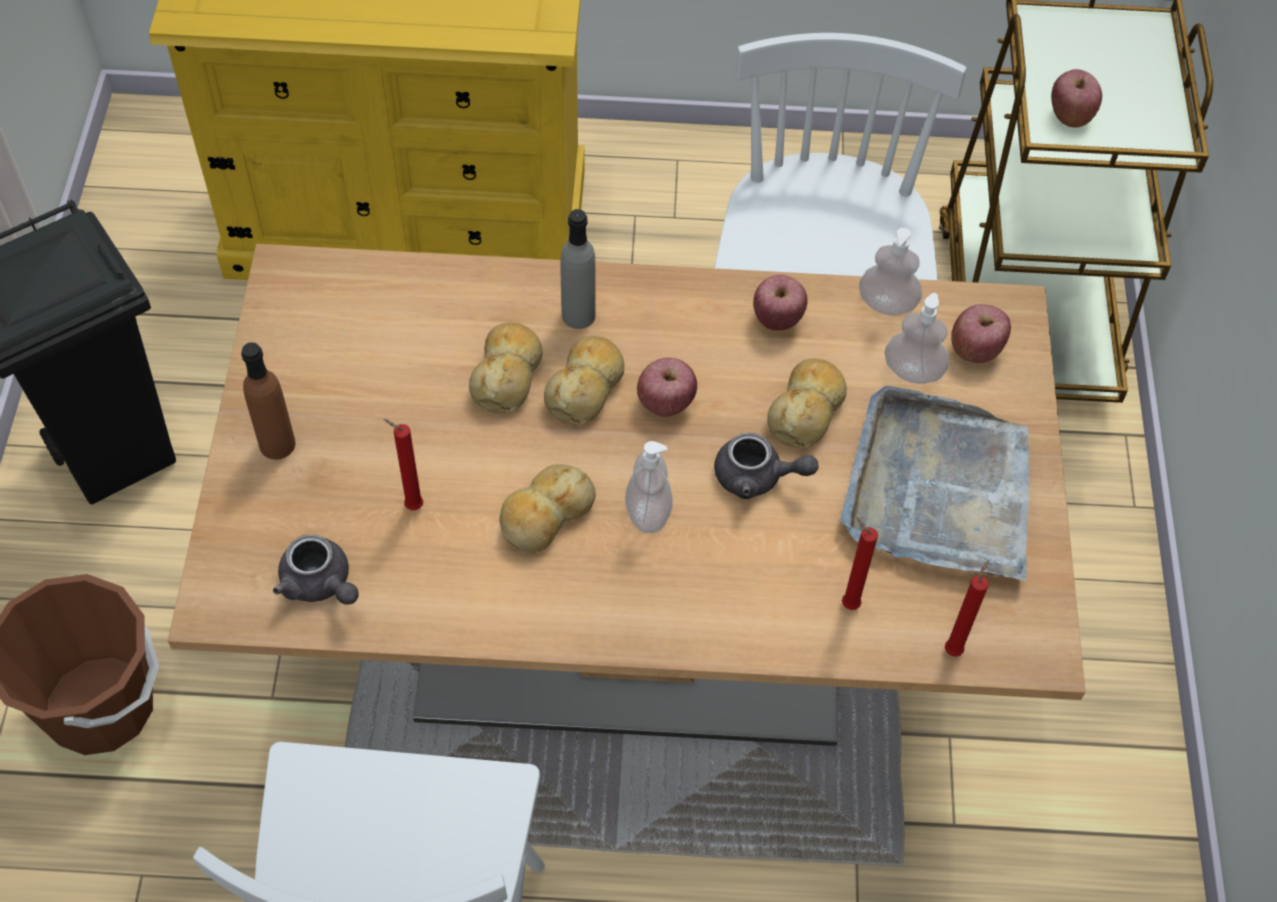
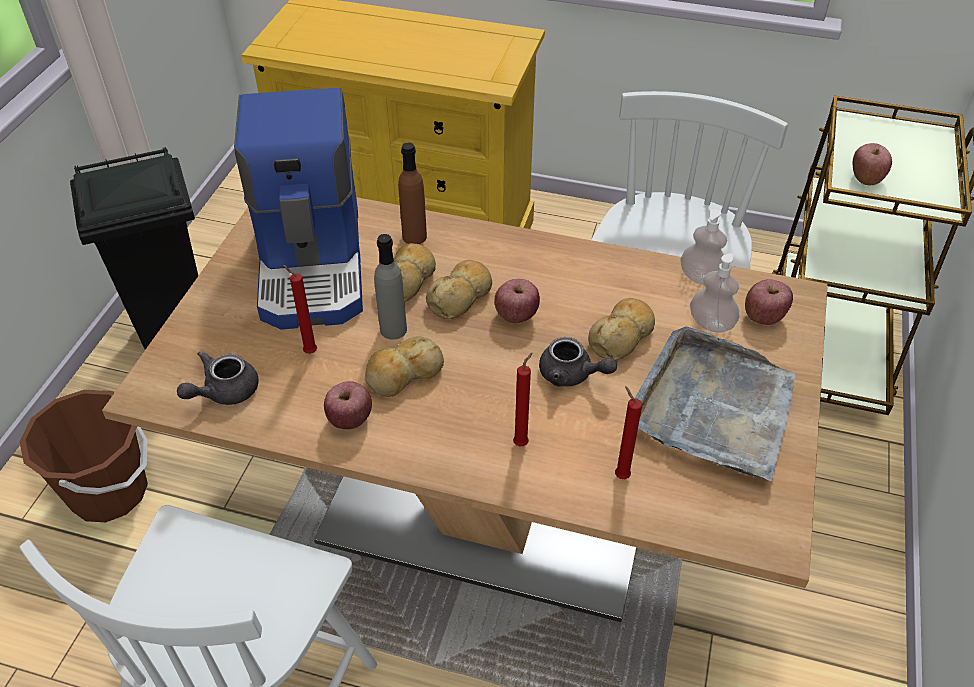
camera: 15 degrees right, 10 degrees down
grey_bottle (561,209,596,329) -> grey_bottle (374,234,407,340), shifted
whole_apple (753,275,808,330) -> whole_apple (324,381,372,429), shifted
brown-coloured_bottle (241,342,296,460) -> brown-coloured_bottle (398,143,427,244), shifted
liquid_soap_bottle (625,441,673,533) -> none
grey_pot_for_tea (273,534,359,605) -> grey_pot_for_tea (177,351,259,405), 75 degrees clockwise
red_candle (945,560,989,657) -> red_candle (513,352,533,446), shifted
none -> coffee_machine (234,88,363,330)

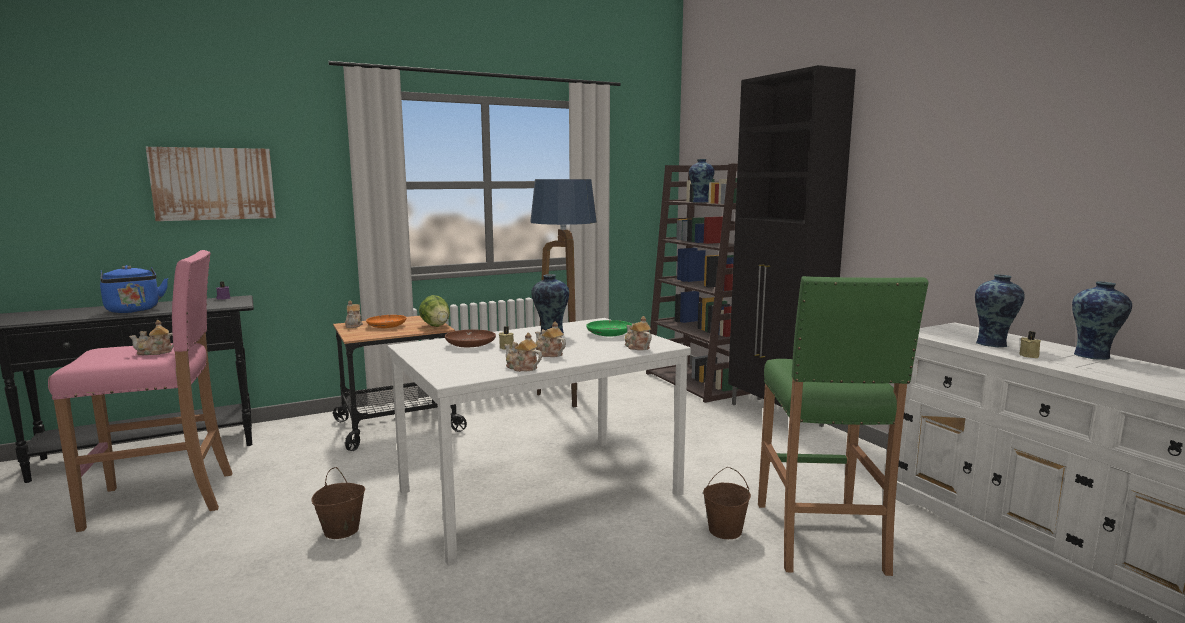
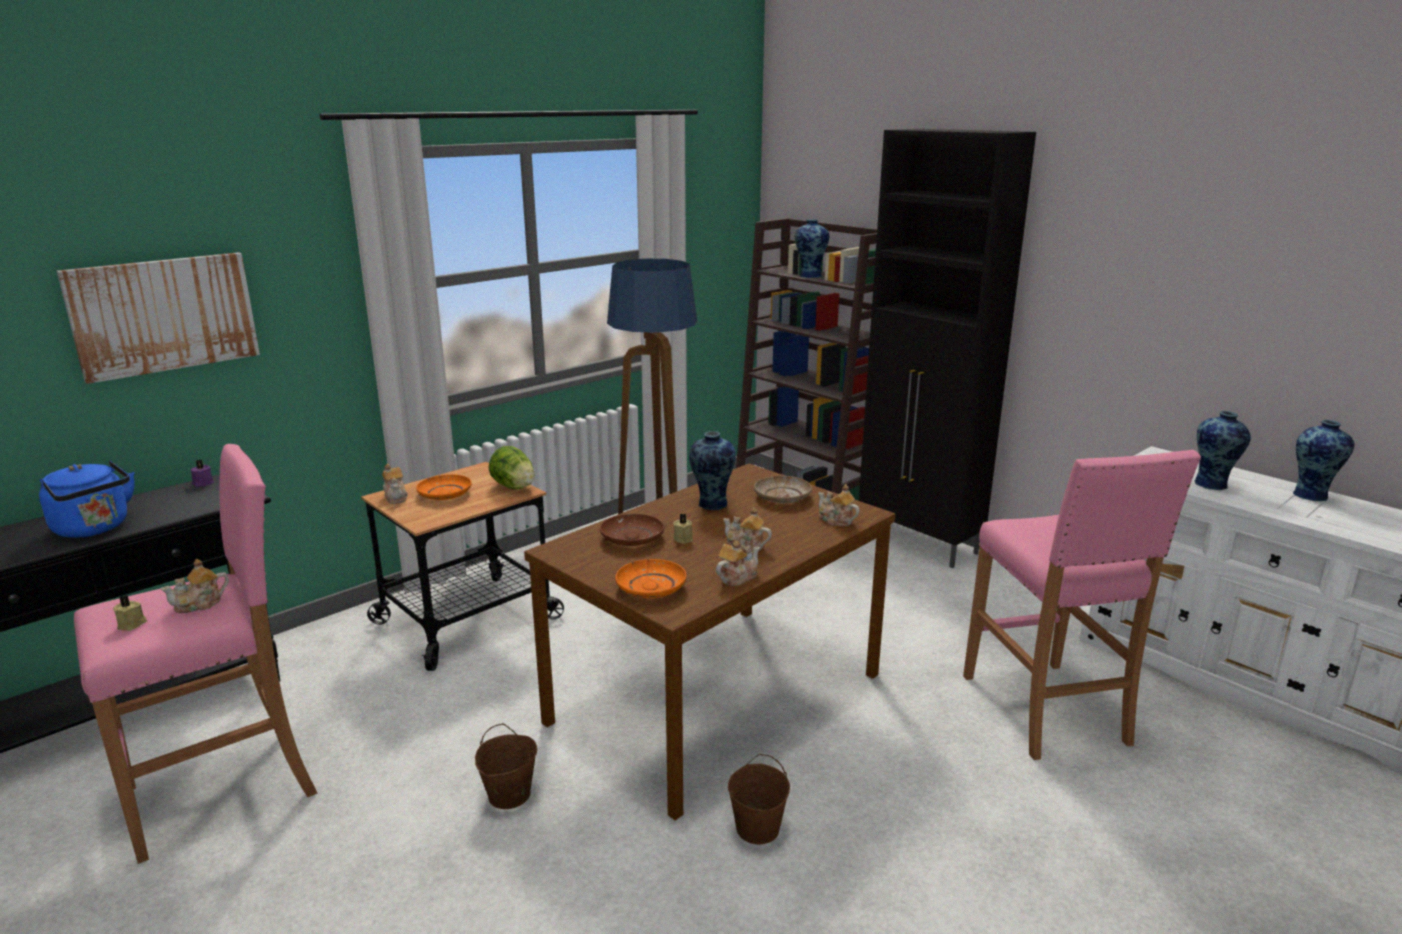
camera: 15 degrees left, 10 degrees up
greenish_sitting_stool (758,276,928,576) -> pinkish_sitting_stool (963,450,1201,760)
whitish_dining_table (388,318,691,566) -> brown-coloured_dining_table (524,463,895,820)
greenish_dinner_plate (586,320,632,336) -> beige_dinner_plate (754,476,812,503)
beige_candle (1019,331,1041,358) -> beige_candle (113,595,147,631), shifted
pot_for_tea (504,333,542,372) -> pot_for_tea (716,541,760,586), 120 degrees clockwise
brown-coloured_bucket (703,467,751,539) -> brown-coloured_bucket (728,754,790,844), shifted
none -> orange_dinner_plate (615,559,686,598)

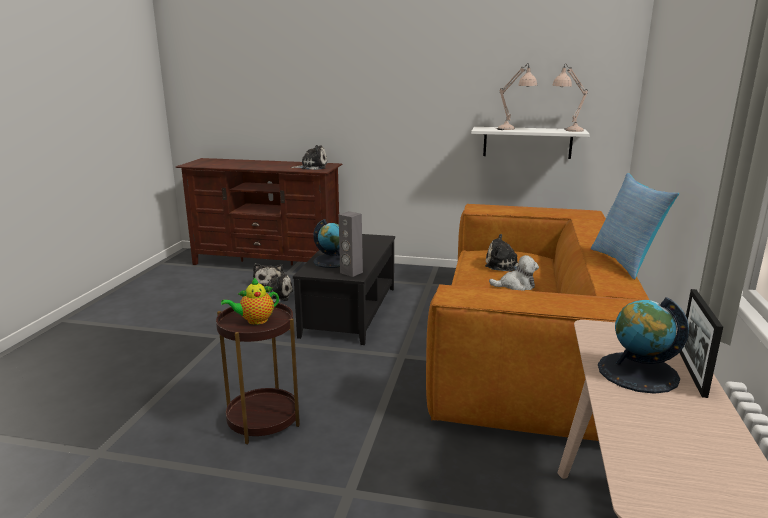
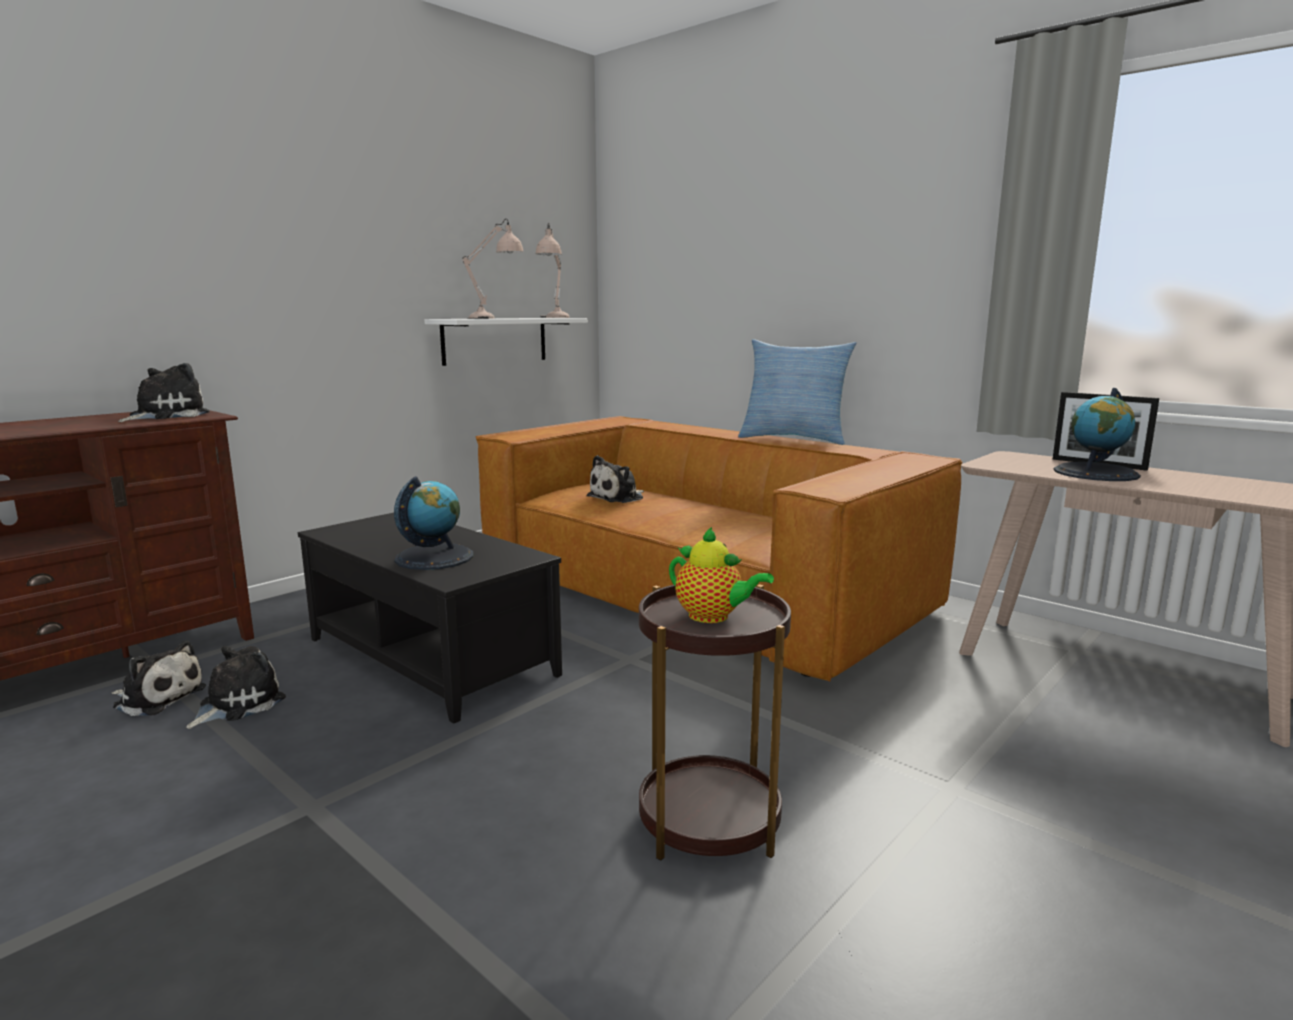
camera: 60 degrees left, 5 degrees down
grey_speaker (339,211,363,277) -> none
soft_toy (489,255,539,291) -> none
pot_for_tea (221,278,279,325) -> pot_for_tea (669,527,774,623), 60 degrees counterclockwise

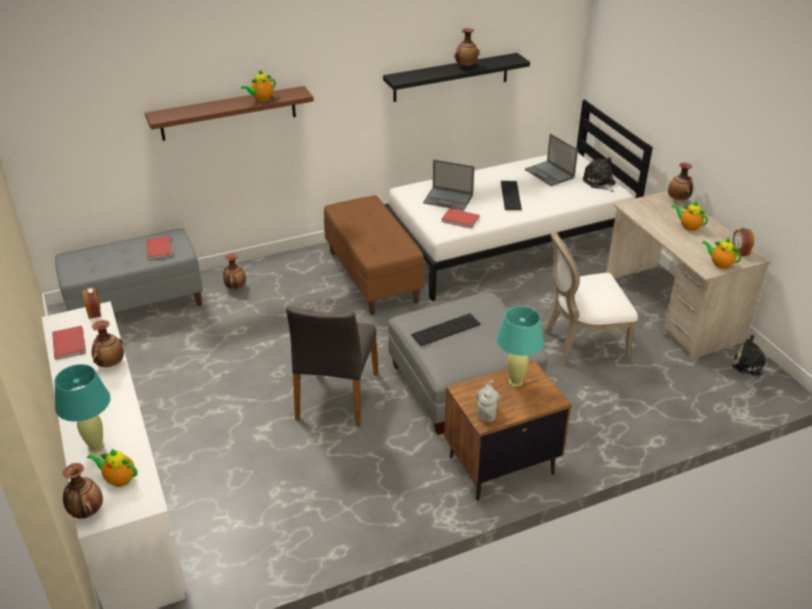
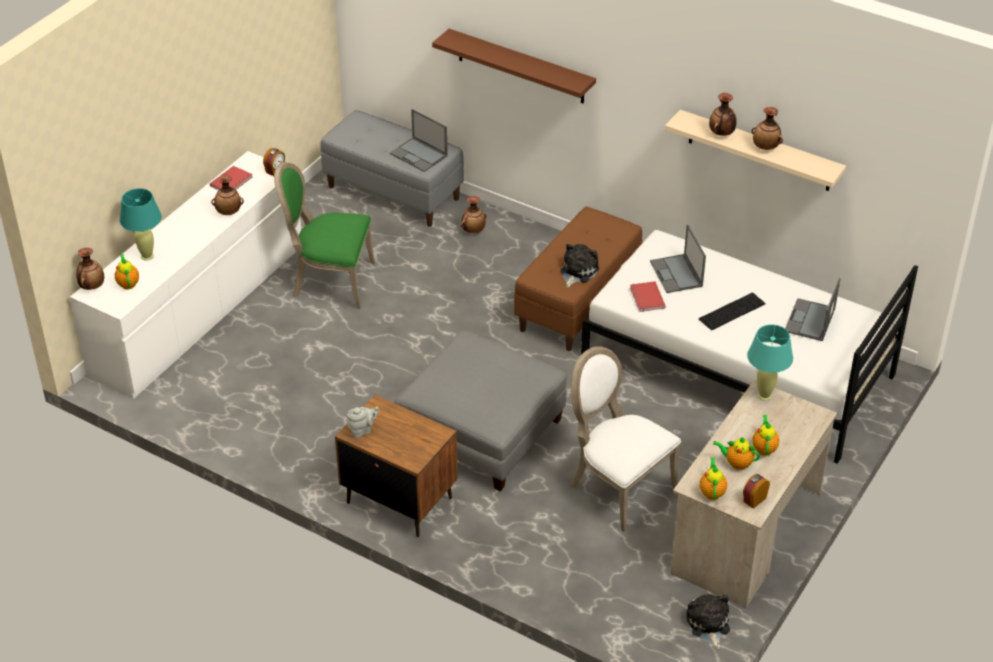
camera: 55 degrees right, 5 degrees up
black-coloured_bracket_shelf (383,53,530,102) -> beige_bracket_shelf (665,110,846,191)
pot_for_tea (241,70,276,101) -> pot_for_tea (713,437,760,470), shifted
soft_toy (583,157,616,192) -> soft_toy (560,244,599,287), shifted
vase (668,163,693,200) -> vase (709,93,737,136), shifted
red_book (147,236,172,260) -> portable_computer (390,109,448,172)
grey_plain_chair (286,306,378,427) -> none
blue-green_tabletop_lamp (497,306,544,387) -> blue-green_tabletop_lamp (747,324,793,401), shifted
keyboard (411,313,481,346) -> none
none -> greenish_plain_chair (274,162,375,309)

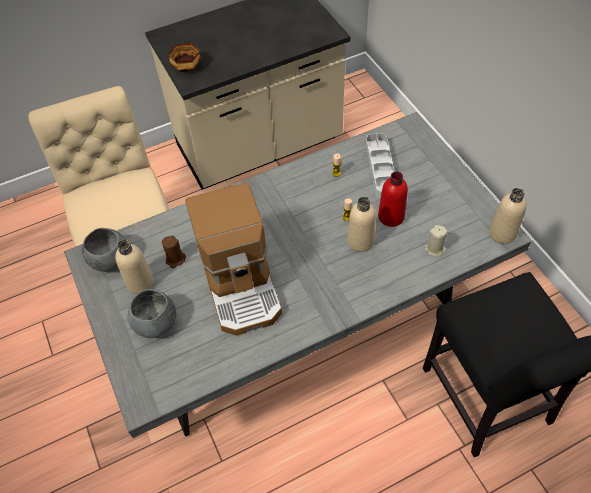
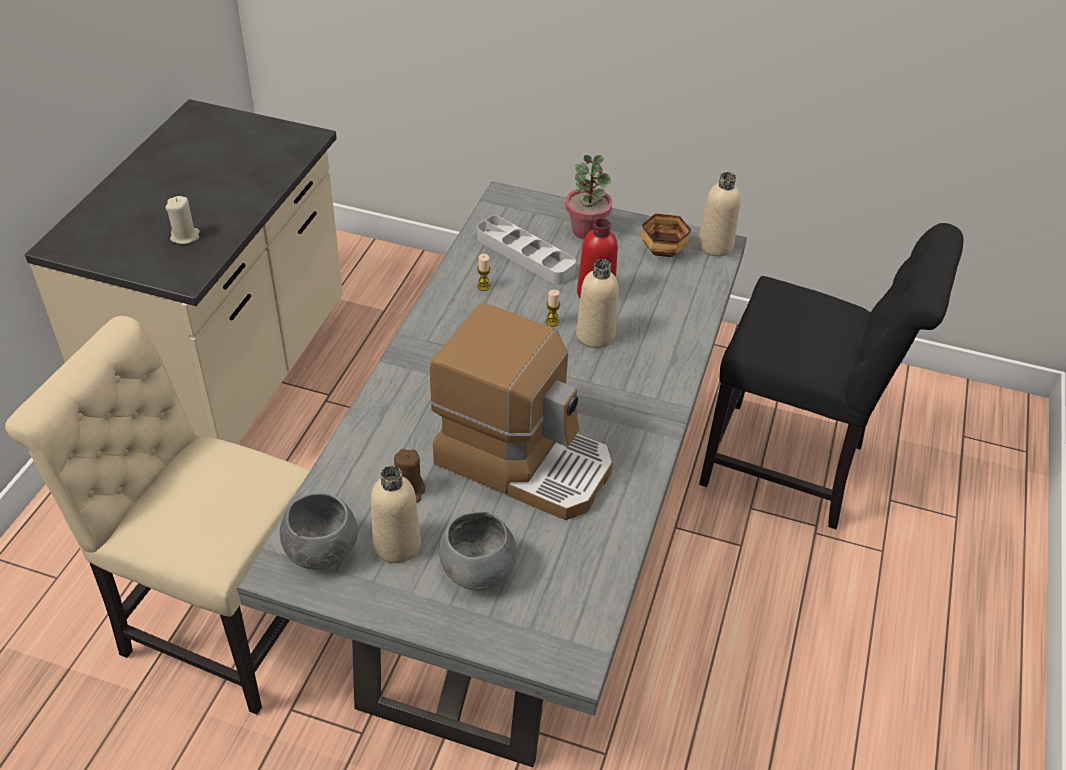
camera: 50 degrees left, 10 degrees down
bowl (168,43,201,72) -> bowl (640,213,691,257), shifted
beige_candle (424,225,448,257) -> beige_candle (165,196,200,244), shifted
none -> plant_in_a_pot (565,155,612,240)

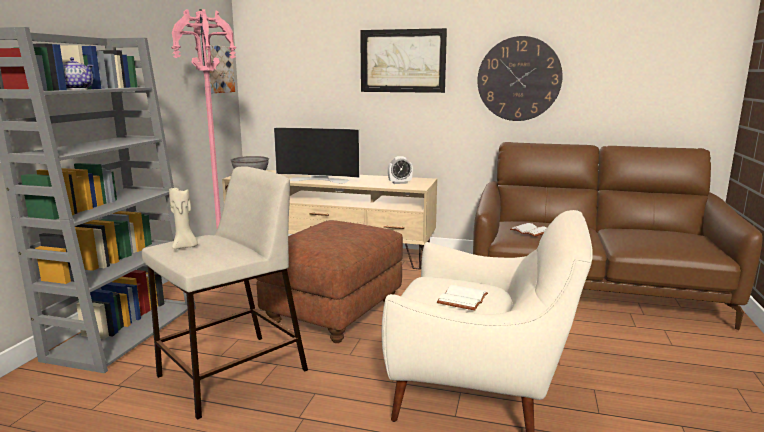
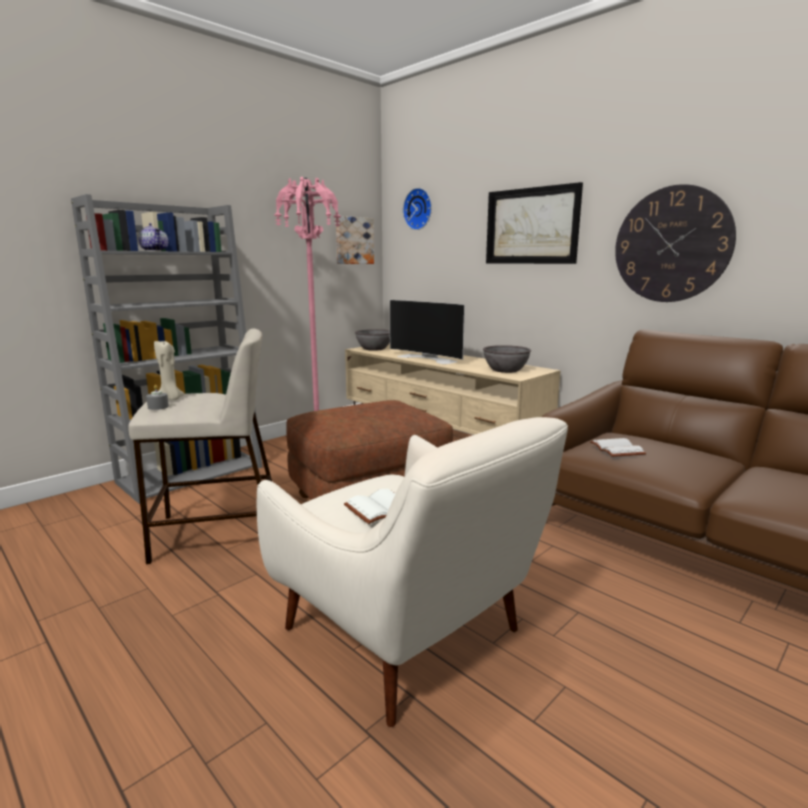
camera: 30 degrees right, 0 degrees up
bedside_clock (388,156,413,184) -> grey_bowl (483,345,531,373)
none -> wall_clock (403,188,432,230)
none -> grey_candle (146,385,169,410)

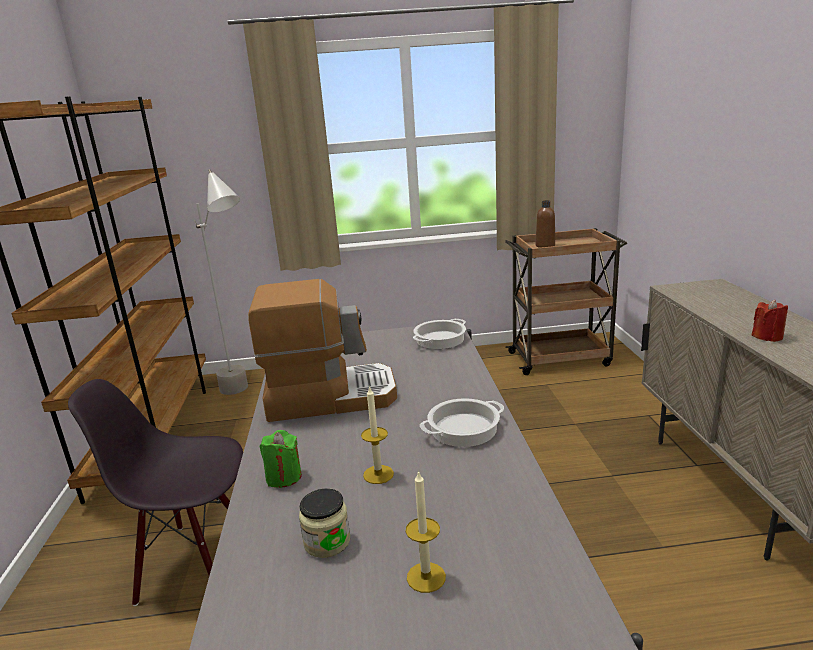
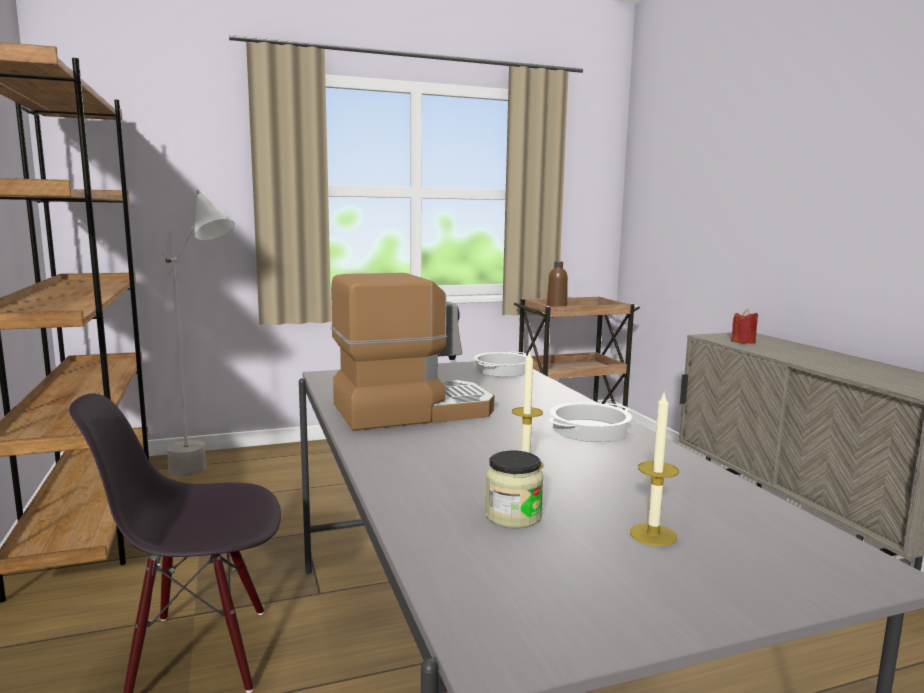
camera: 15 degrees left, 10 degrees down
red_candle (751,300,788,342) -> red_candle (731,309,758,344), shifted
greenish_candle (260,430,302,488) -> none

